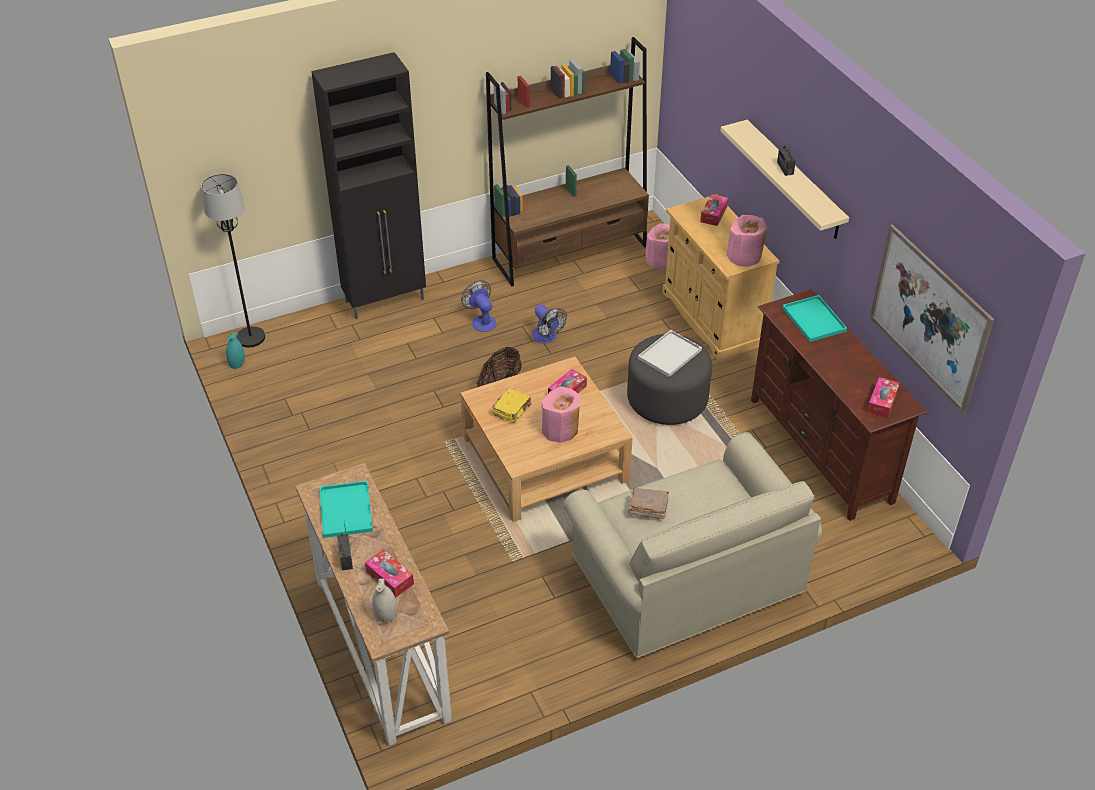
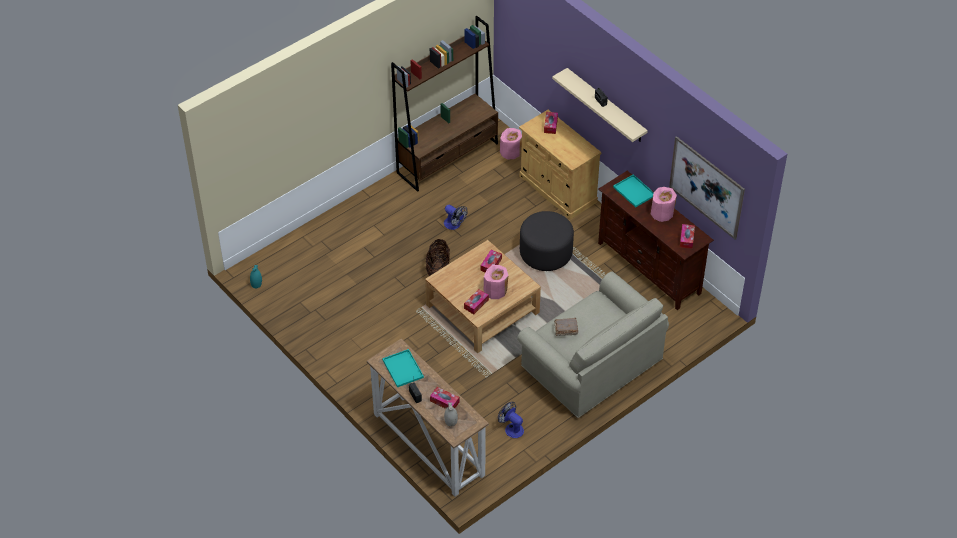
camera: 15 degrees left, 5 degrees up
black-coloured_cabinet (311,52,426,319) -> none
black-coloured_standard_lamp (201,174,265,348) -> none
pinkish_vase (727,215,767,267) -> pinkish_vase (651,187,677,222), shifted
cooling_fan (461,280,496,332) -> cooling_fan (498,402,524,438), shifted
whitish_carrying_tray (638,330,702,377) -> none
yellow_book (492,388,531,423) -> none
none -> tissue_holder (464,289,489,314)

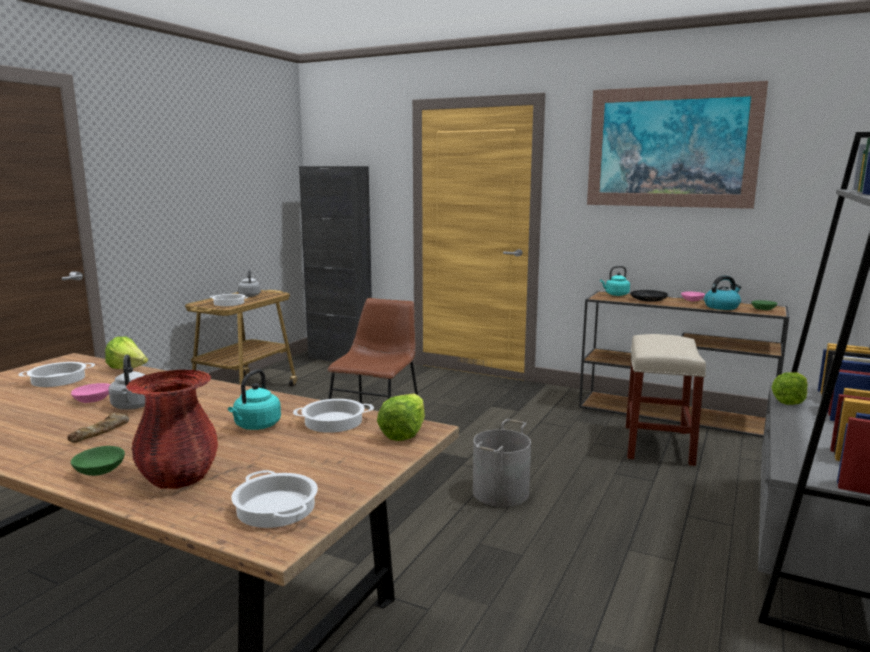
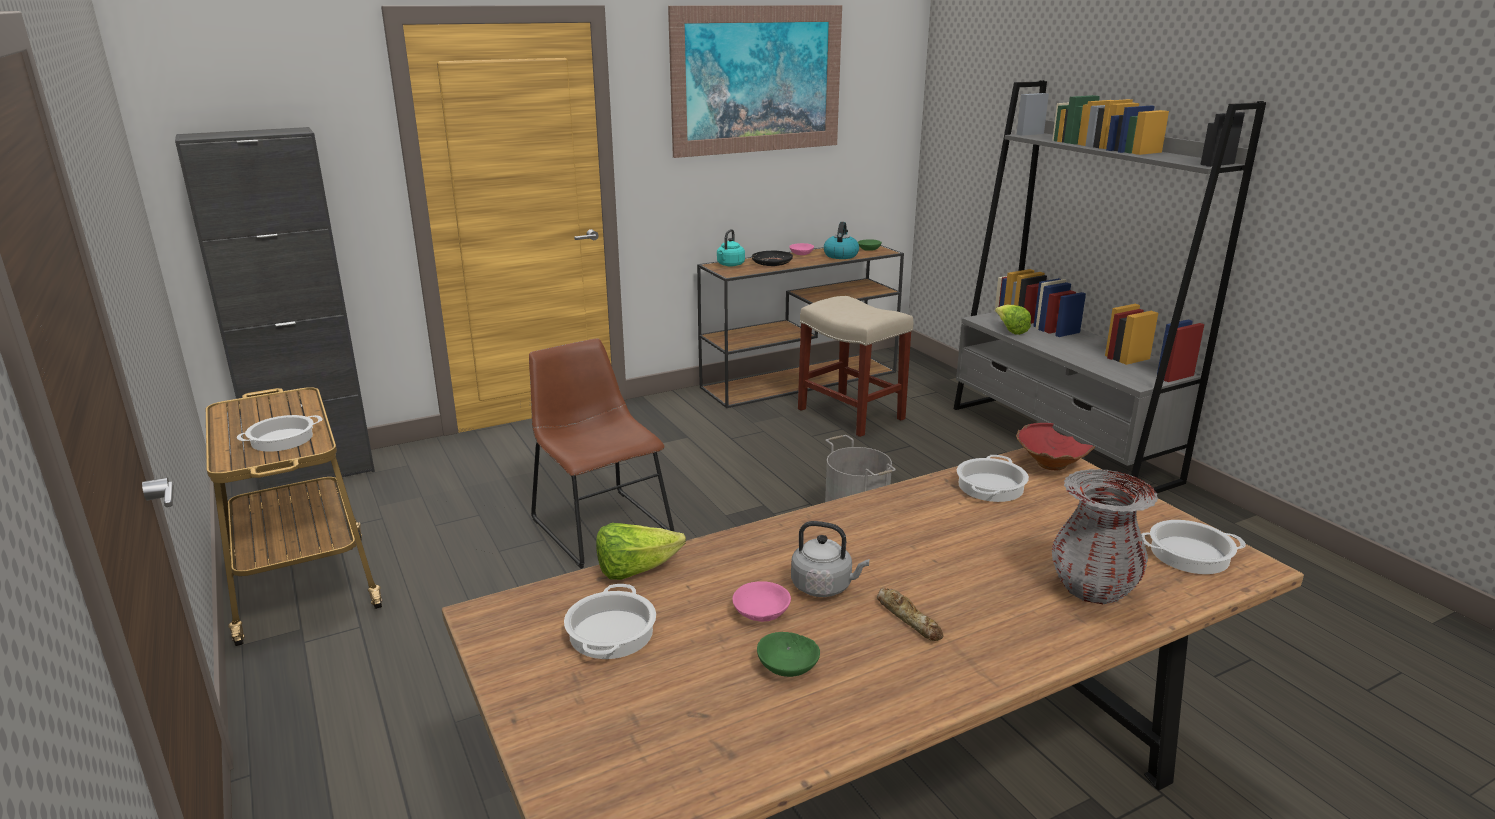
camera: 55 degrees left, 10 degrees up
grey_water_kettle (238,269,261,297) -> none
blue-green_water_kettle (228,369,281,430) -> none
red_vase (127,370,218,489) -> grey_vase (1051,469,1158,604)
head_of_lettuce (377,393,425,441) -> red_bowl (1016,423,1095,470)
greenish_bowl (71,446,125,476) -> greenish_bowl (757,632,820,677), shifted

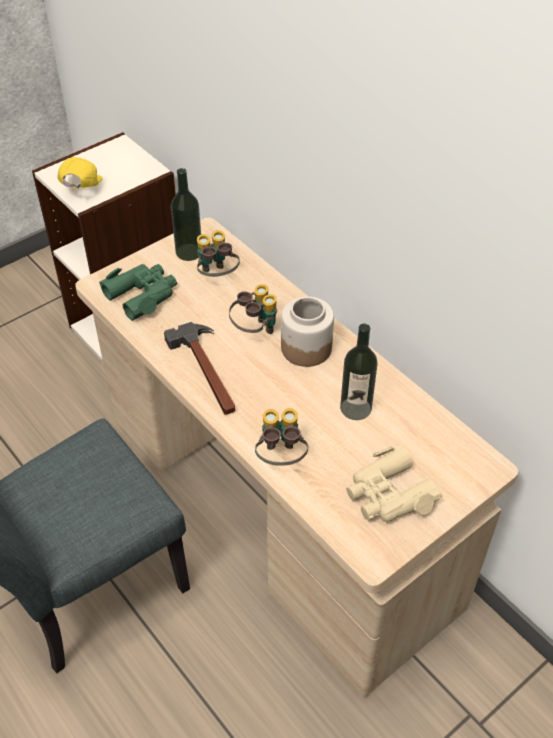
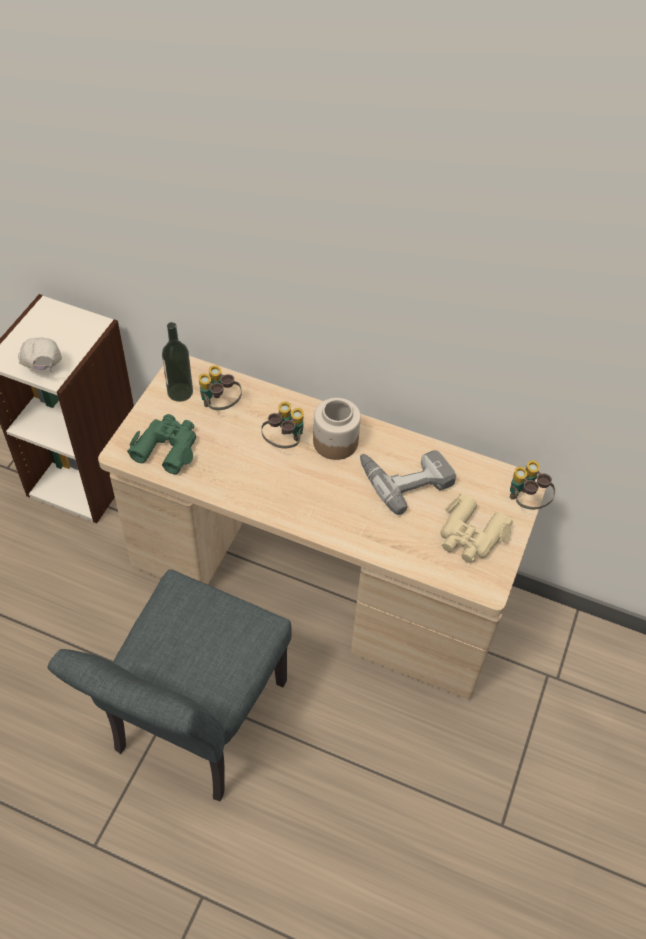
camera: 30 degrees left, 5 degrees up
yellow_cap (57,157,102,190) -> whitish_cap (18,337,62,373)
hammer (164,322,235,415) -> none
bottle (340,324,378,420) -> power_drill (360,450,456,515)
pair_of_binoculars (255,408,308,466) -> pair_of_binoculars (510,460,556,510), shifted

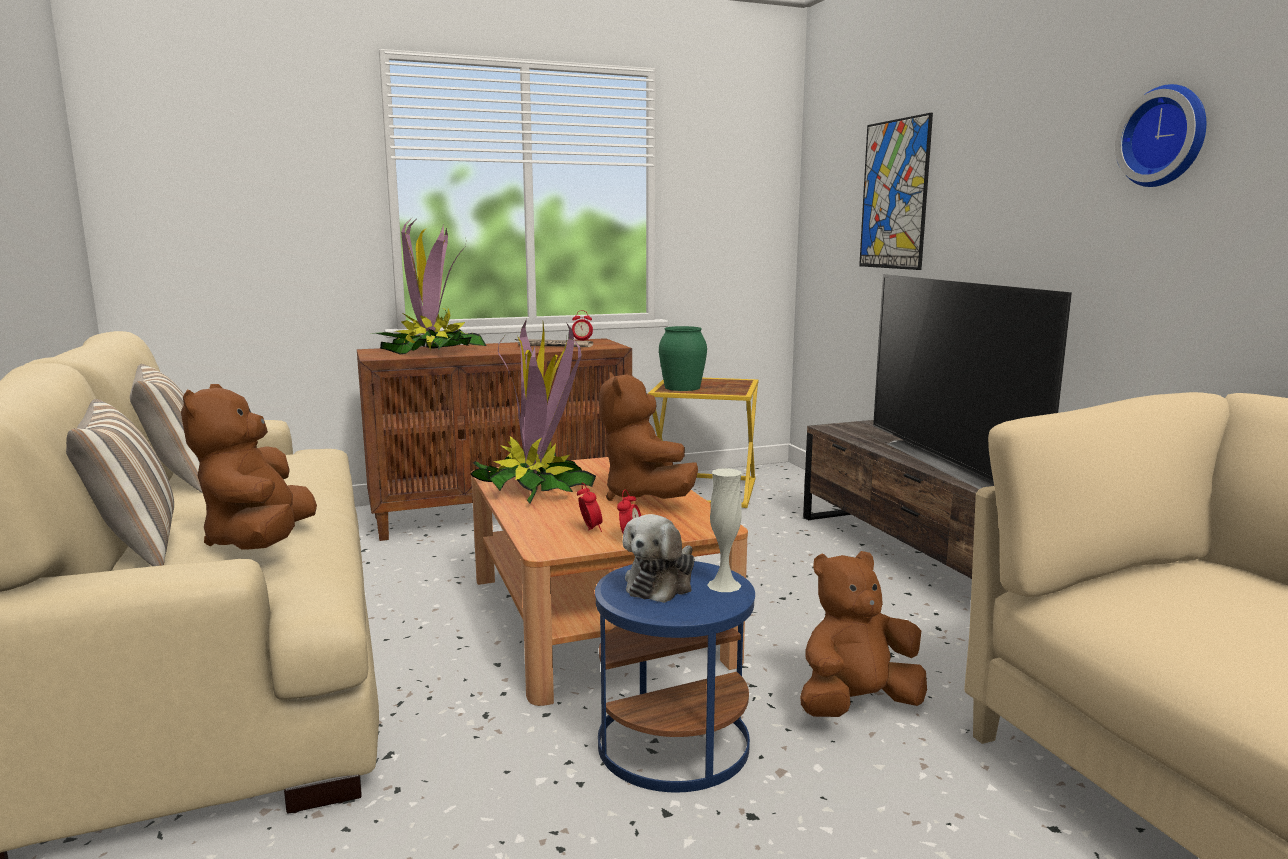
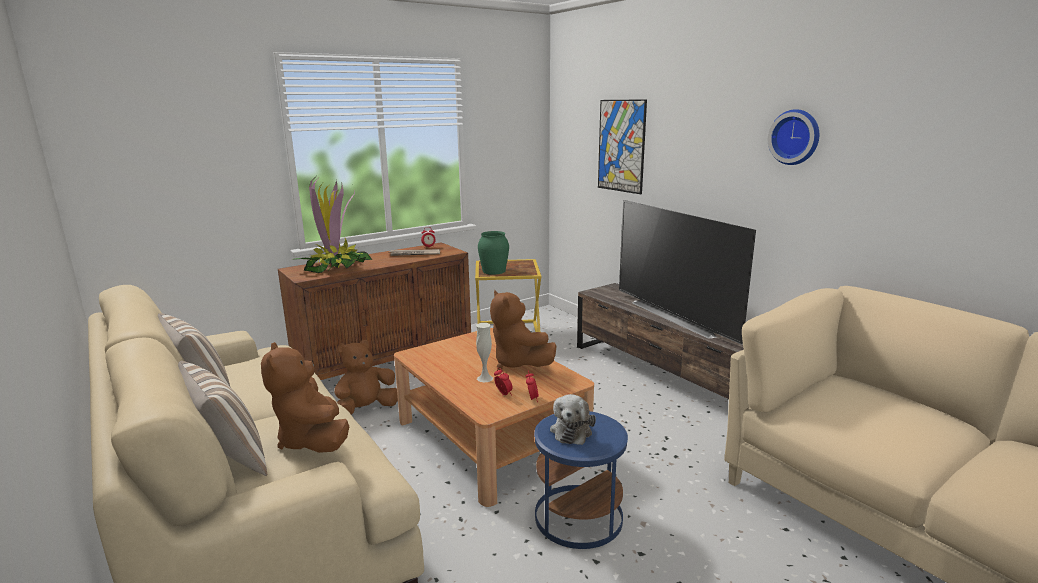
camera: 15 degrees left, 5 degrees up
plant_in_a_pot (470,319,596,504) -> none
whitish_vase (707,468,742,592) -> whitish_vase (476,323,493,382), shifted
brown-coloured_soft_toy (800,551,927,717) -> brown-coloured_soft_toy (334,340,398,415), shifted

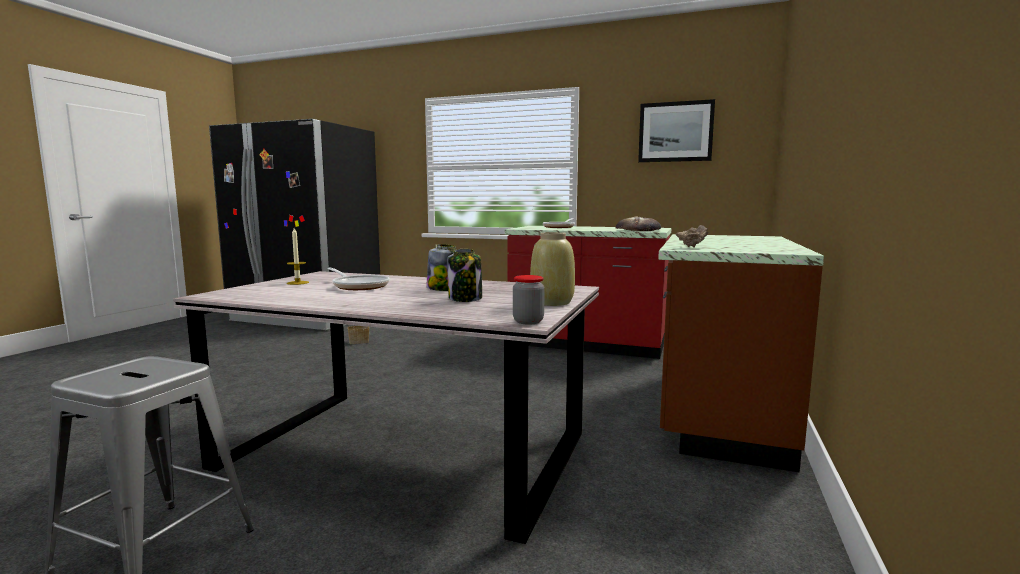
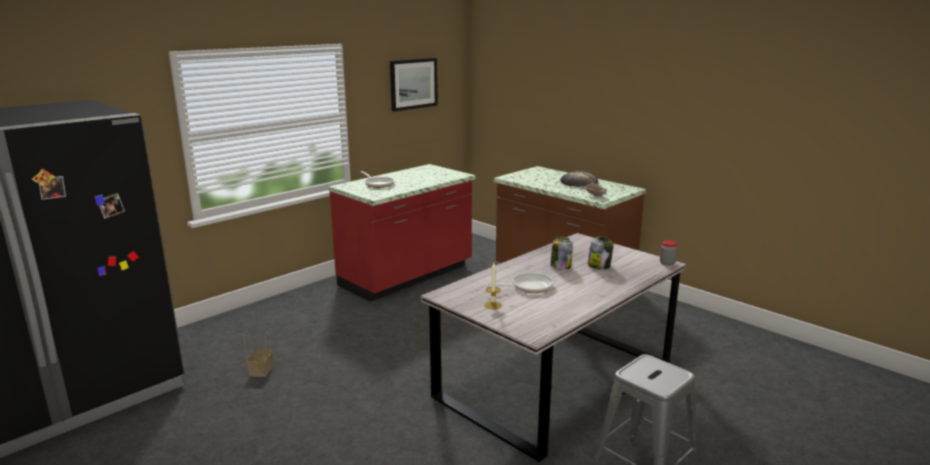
camera: 65 degrees left, 10 degrees up
baked_bread (615,216,661,231) -> baked_bread (560,171,598,187), shifted
beige_vase (530,232,575,306) -> none

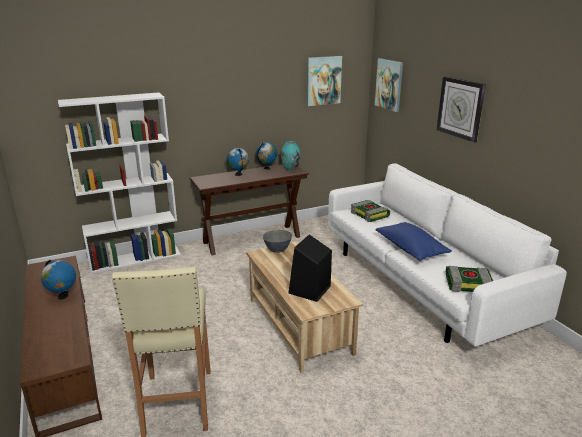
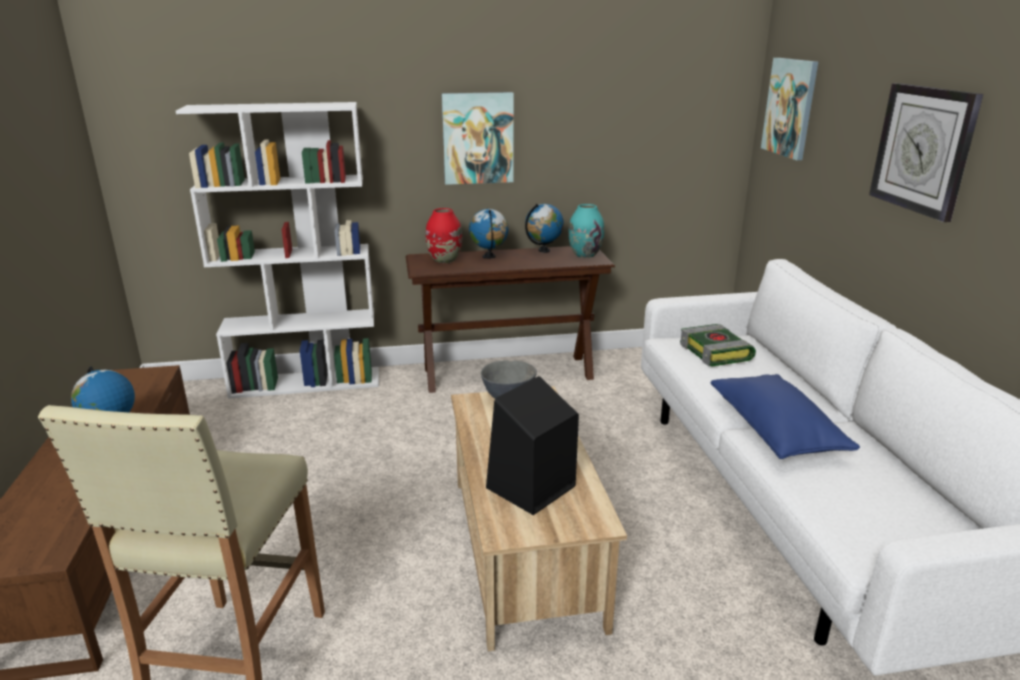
camera: 15 degrees right, 0 degrees up
wall_picture (307,56,342,106) -> wall_picture (441,92,514,185), shifted
book (446,266,493,292) -> none
none -> red_vase (426,208,462,263)

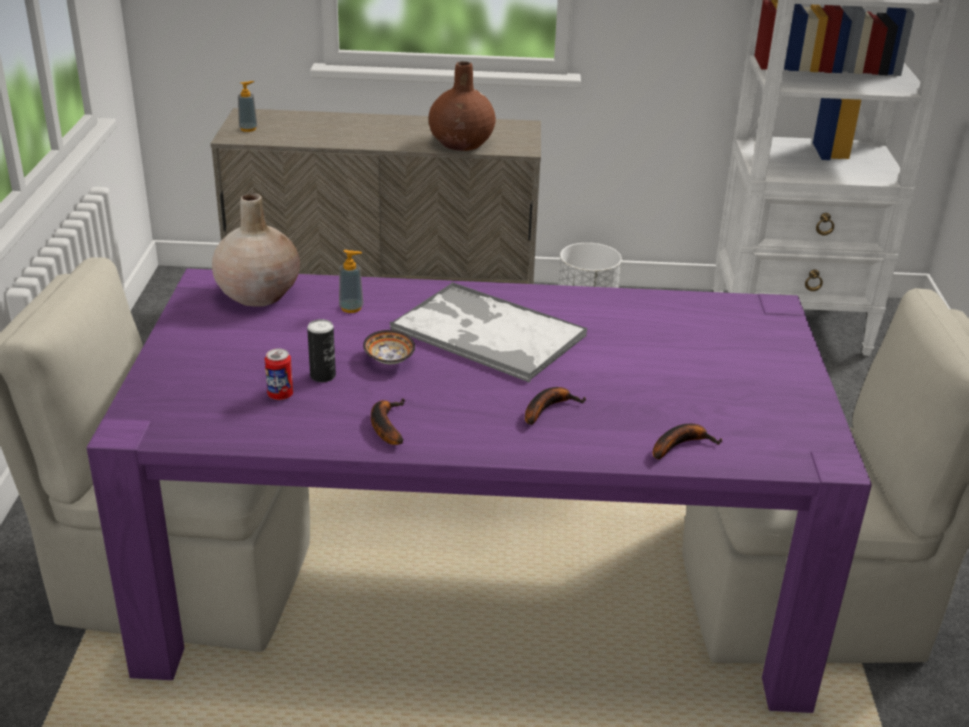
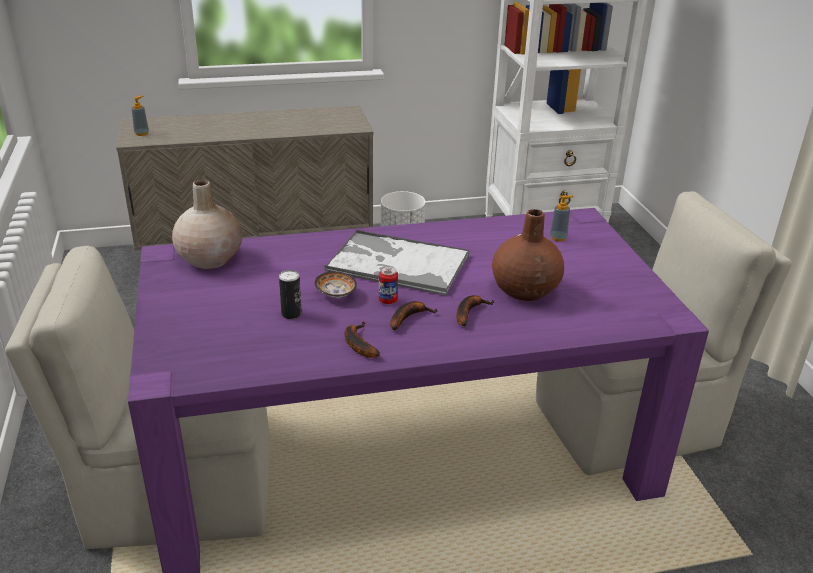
camera: 15 degrees left, 0 degrees up
brown-coloured_vase (429,61,496,151) -> brown-coloured_vase (492,209,564,301), shifted
liquid_soap_bottle (339,250,363,313) -> liquid_soap_bottle (550,195,573,242), shifted
metal_can (265,348,293,400) -> metal_can (379,266,398,304), shifted
whole_banana (653,424,722,460) -> whole_banana (390,301,438,330), shifted

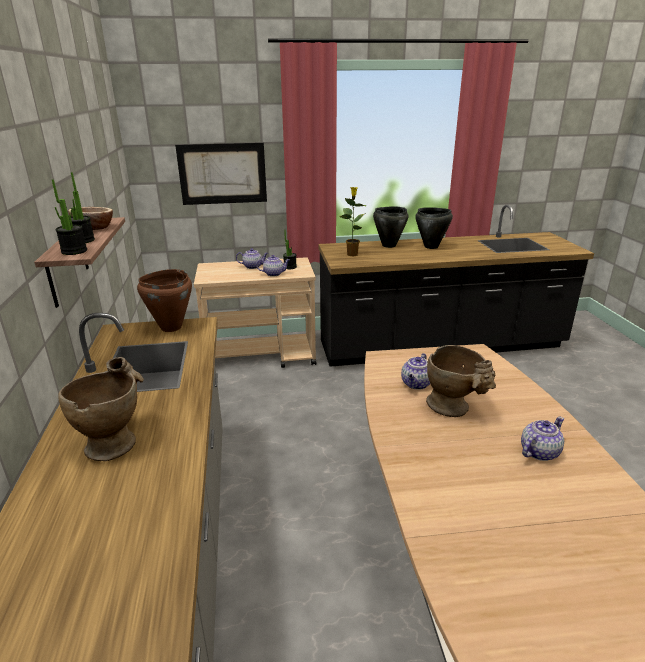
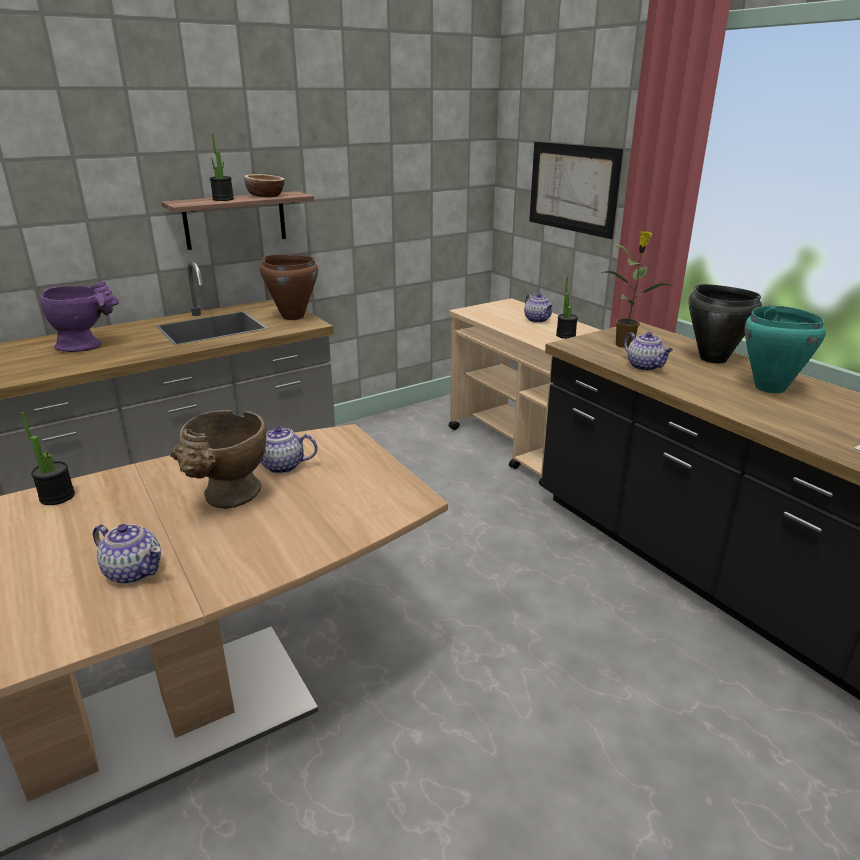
camera: 65 degrees right, 0 degrees up
plant_in_a_pot (52,179,87,255) -> plant_in_a_pot (21,412,75,505), shifted
black-coloured_saucepot (415,207,453,249) -> blue-green_saucepot (745,306,826,393)
pot_for_tea (256,255,290,276) -> pot_for_tea (624,332,673,371), shifted
beige_vase (58,357,144,461) -> purple-coloured_vase (40,281,119,352)

